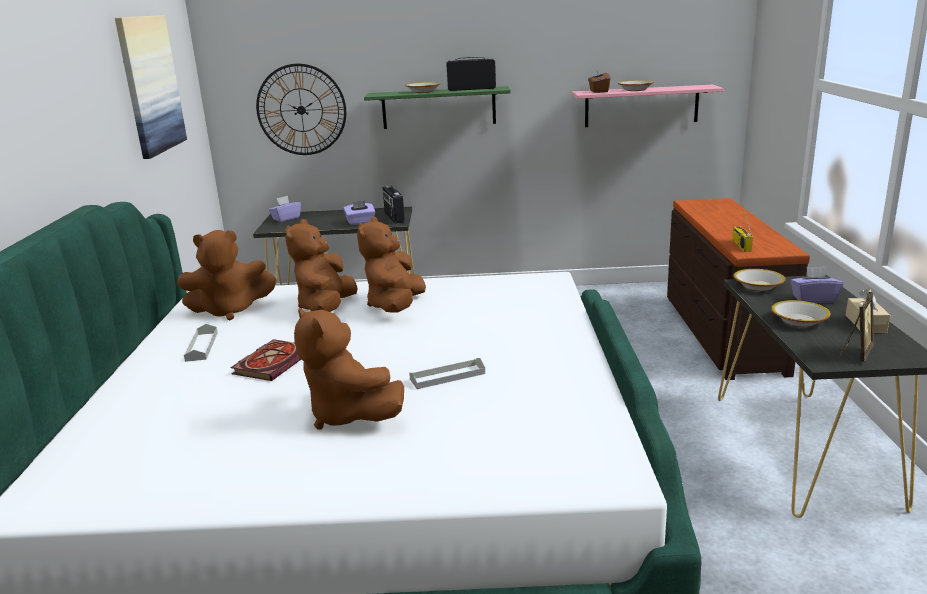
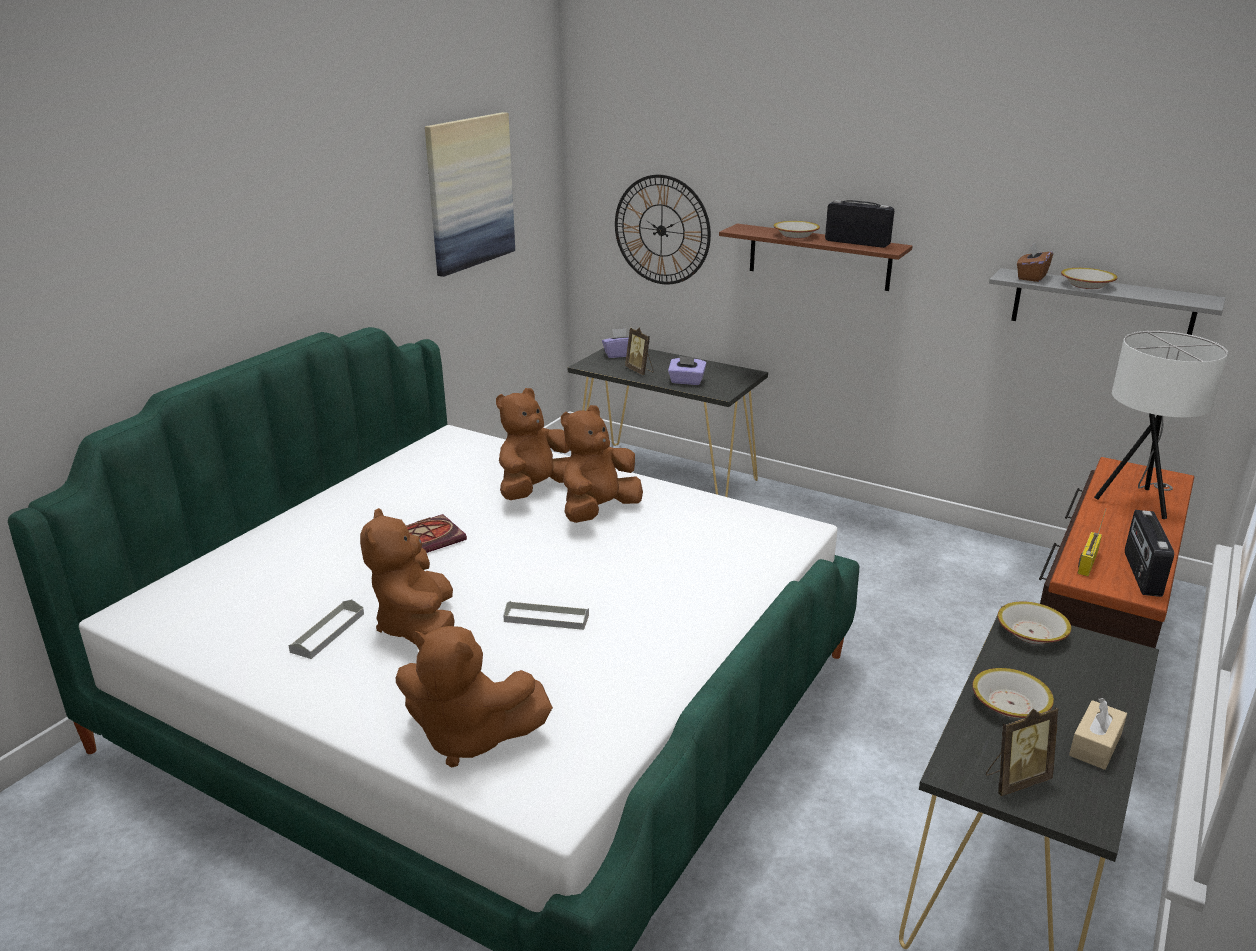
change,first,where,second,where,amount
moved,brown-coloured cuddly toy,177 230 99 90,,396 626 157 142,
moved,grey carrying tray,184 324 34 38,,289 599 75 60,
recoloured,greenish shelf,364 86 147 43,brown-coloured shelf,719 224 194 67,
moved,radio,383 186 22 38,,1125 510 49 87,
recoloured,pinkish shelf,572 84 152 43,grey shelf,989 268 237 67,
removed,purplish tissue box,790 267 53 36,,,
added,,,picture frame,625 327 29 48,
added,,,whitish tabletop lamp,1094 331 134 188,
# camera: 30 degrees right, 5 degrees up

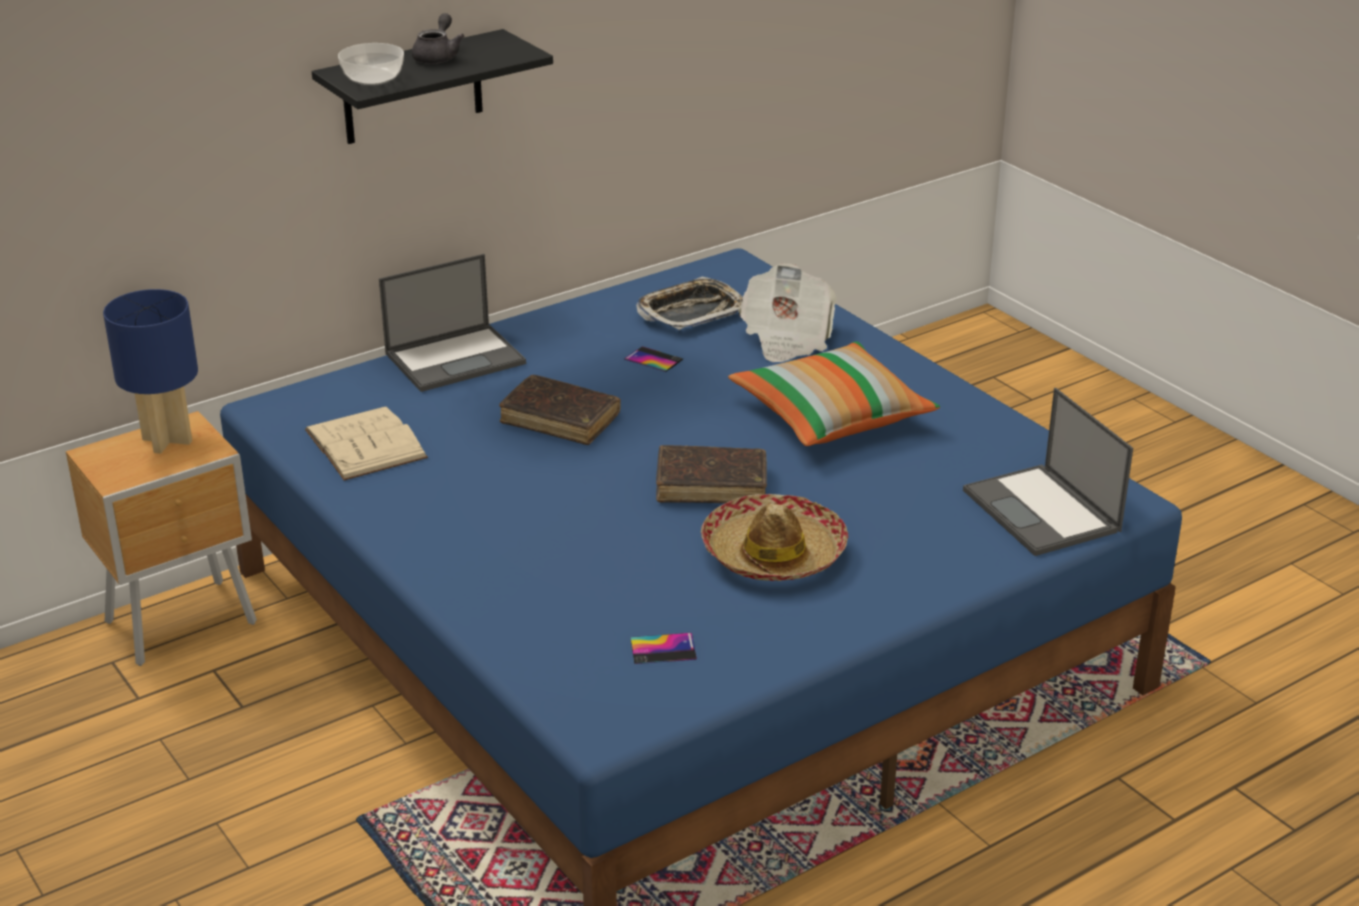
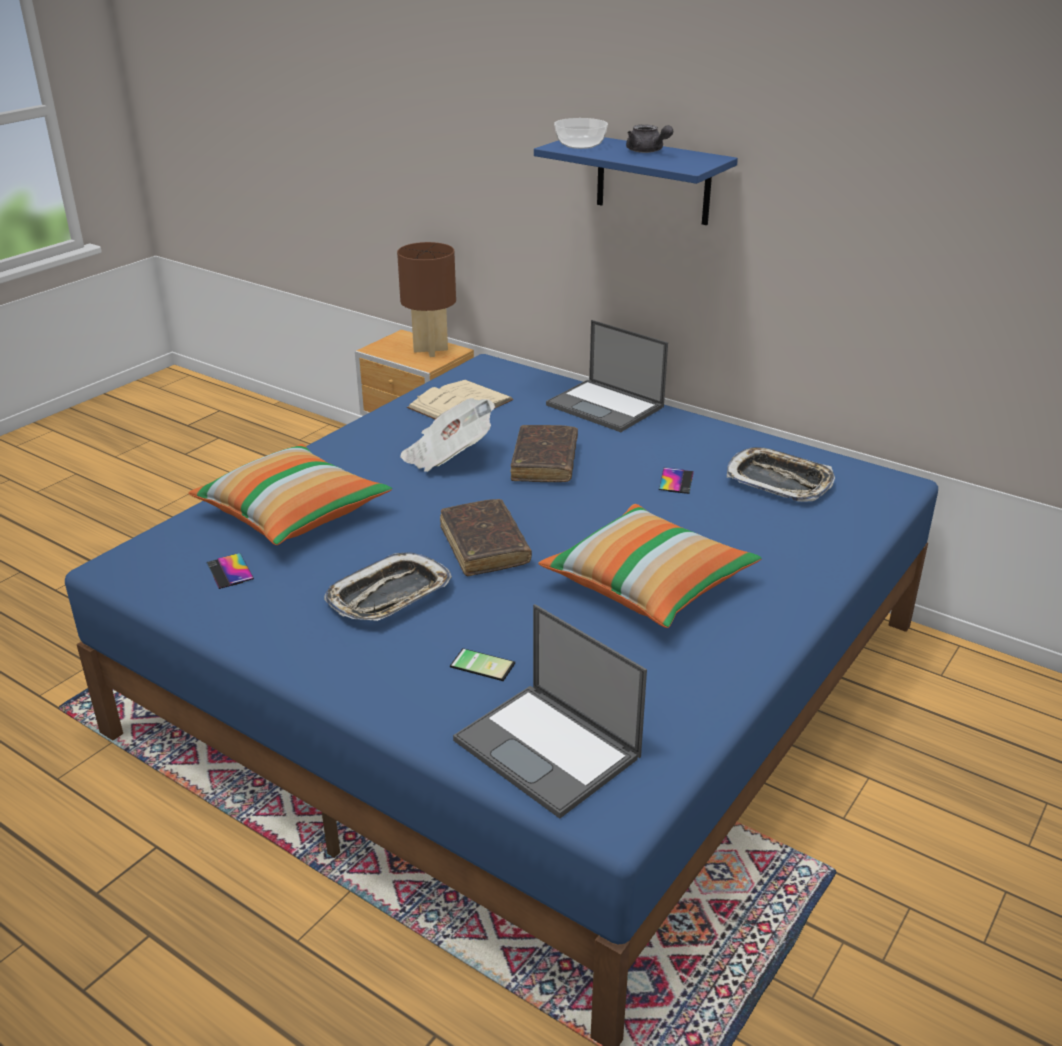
change,first,where,second,where,amount
recoloured,blue-coloured tabletop lamp,103 289 95 165,brown-coloured tabletop lamp,397 242 59 115,
recoloured,black-coloured shelf,312 29 241 115,blue-coloured shelf,534 137 204 88,
turned,grey pot for tea,412 13 52 51,,626 125 47 28,60 degrees clockwise
replaced,clothing hat,701 494 147 87,carrying tray,324 552 128 69,
moved,printed paper,738 263 99 99,,400 398 95 74,
turned,portable computer,963 388 170 168,,453 604 194 215,90 degrees counterclockwise
added,,,throw pillow,188 444 204 101,
added,,,handset,450 648 65 33,
# camera: 70 degrees right, 0 degrees up

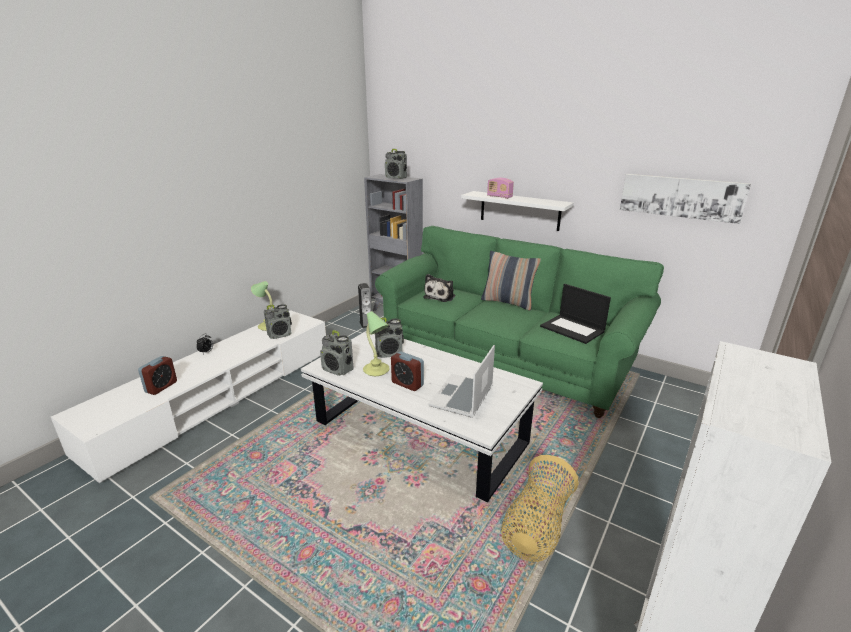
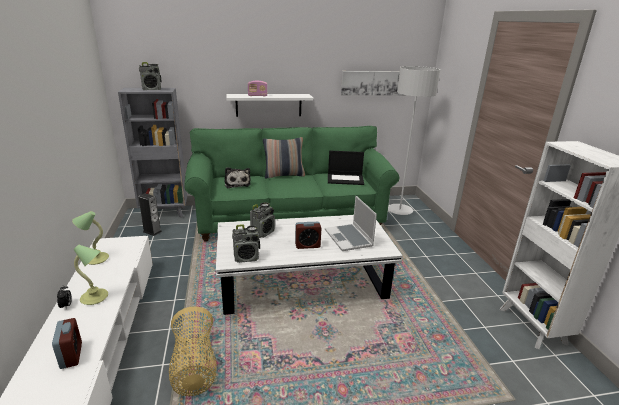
change,first,where,second,where,amount
removed,radio,264 304 28 35,,,
moved,tabletop lamp,363 311 27 65,,74 244 34 61,
moved,household basket,501 455 77 107,,169 306 48 90,
added,,,grey floor lamp,388 66 52 149,
# camera: 45 degrees left, 0 degrees up

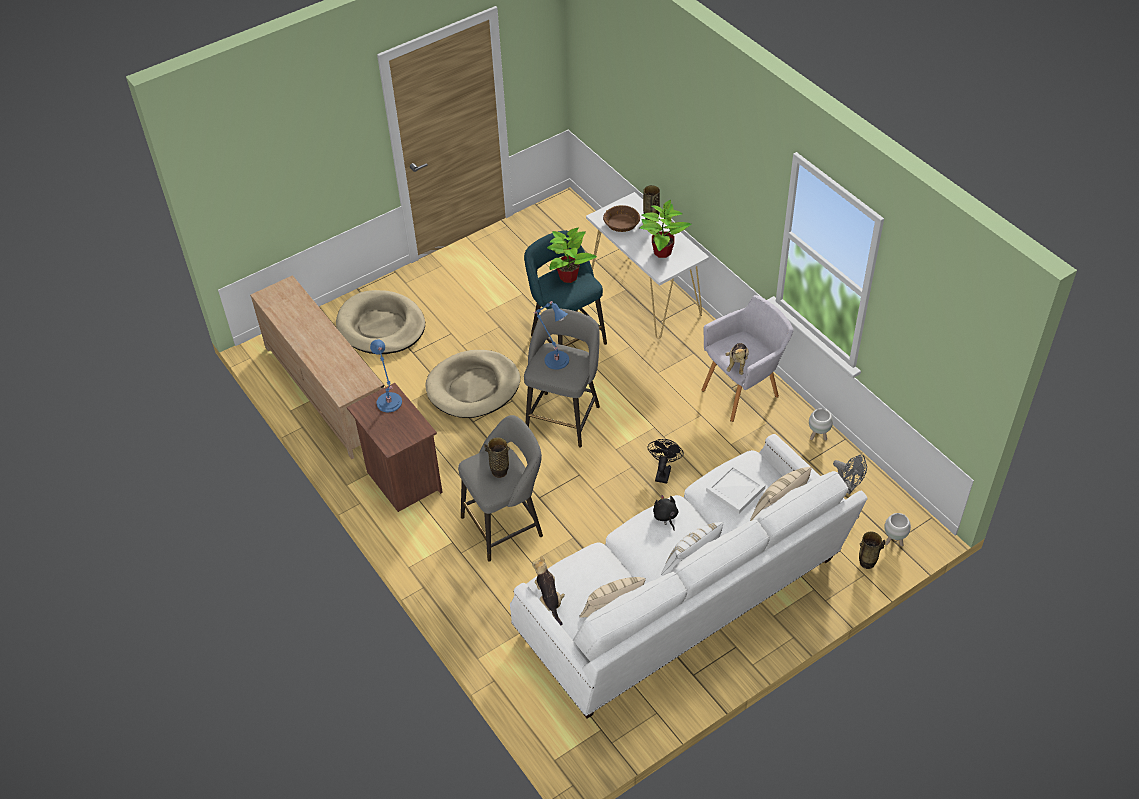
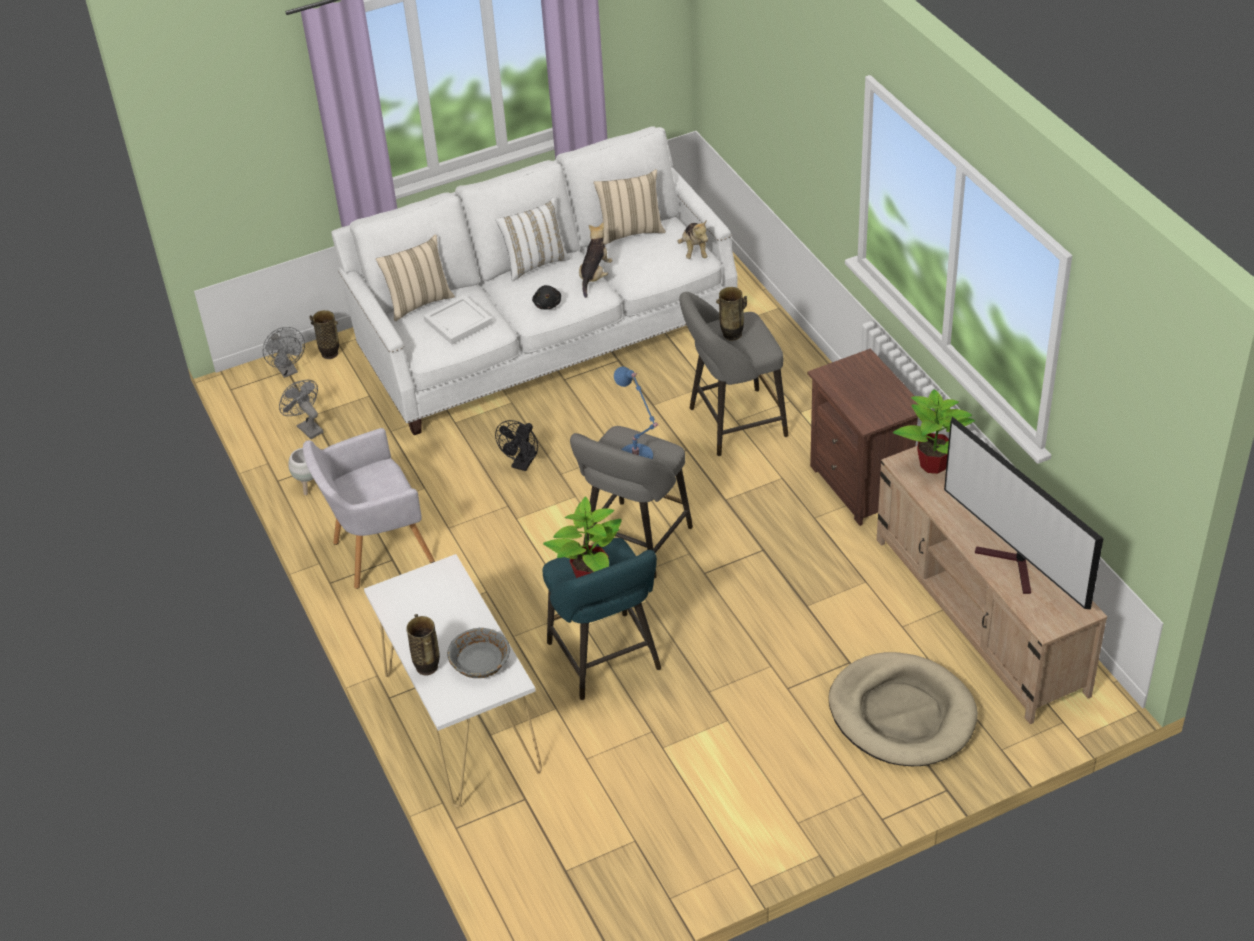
change,first,where,second,where,amount
removed,blue-coloured tabletop lamp,370 339 32 73,,,
removed,beige pet bed,425 350 95 68,,,
recoloured,brown-coloured deep dish,603 205 37 27,grey deep dish,448 628 62 50,
moved,plant in a pot,639 200 52 58,,893 389 82 85,
moved,cuddly toy,725 343 24 32,,579 222 34 76,
replaced,whitish plant pot,884 513 27 33,grey fan,263 327 42 51,
added,,,TV,944 416 160 194,
# camera: 170 degrees left, 5 degrees down

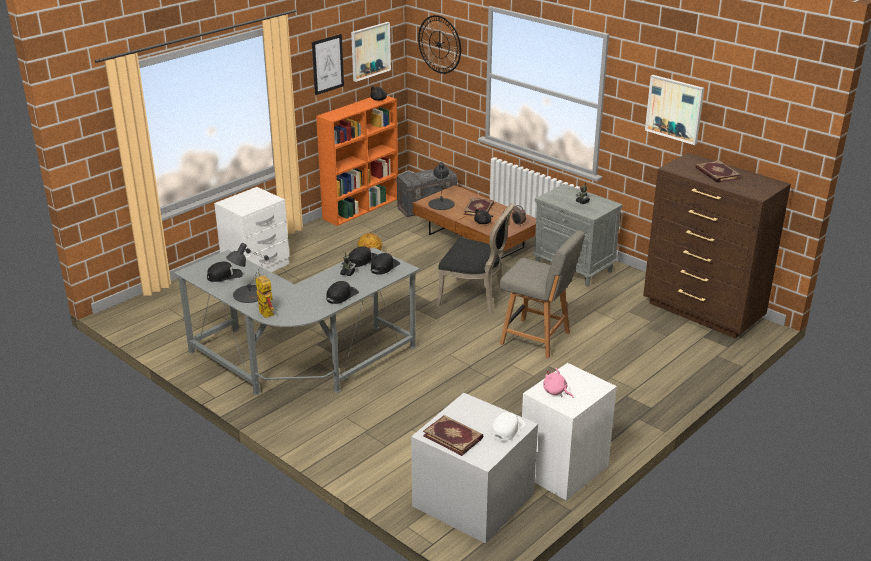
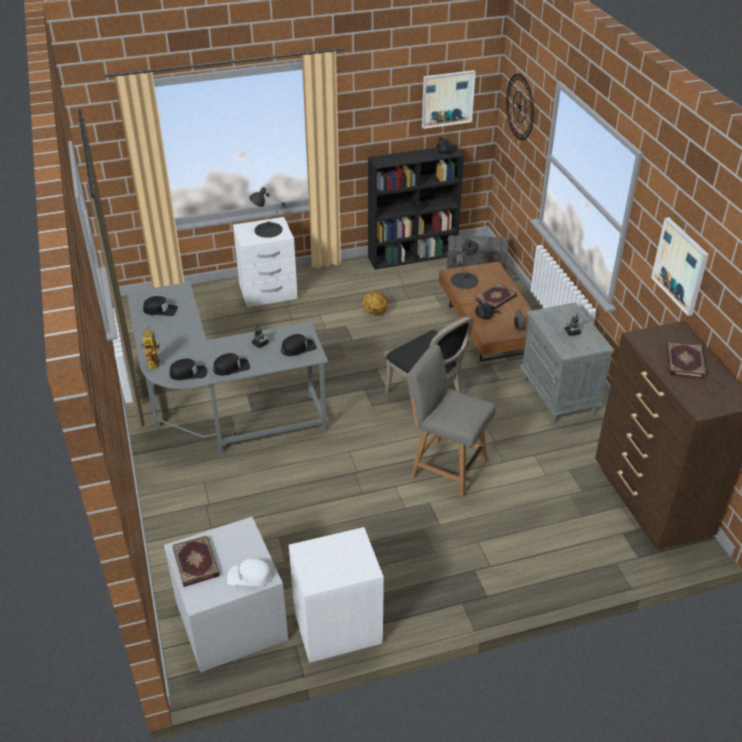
change,first,where,second,where,amount
moved,black-coloured tabletop lamp,226 243 43 60,,249 187 36 51,
removed,wall picture,312 34 32 61,,,
recoloured,orange-coloured shelving unit,316 96 82 130,black-coloured shelving unit,368 145 96 125,
moved,black-coloured cap,349 246 28 21,,170 358 37 22,
turned,whitish cap,491 412 35 29,,227 559 45 27,150 degrees counterclockwise
turned,grey chair,500 231 85 128,,407 344 89 153,150 degrees clockwise
removed,pinkish cuddly toy,543 368 31 30,,,
# camera: 30 degrees right, 10 degrees up

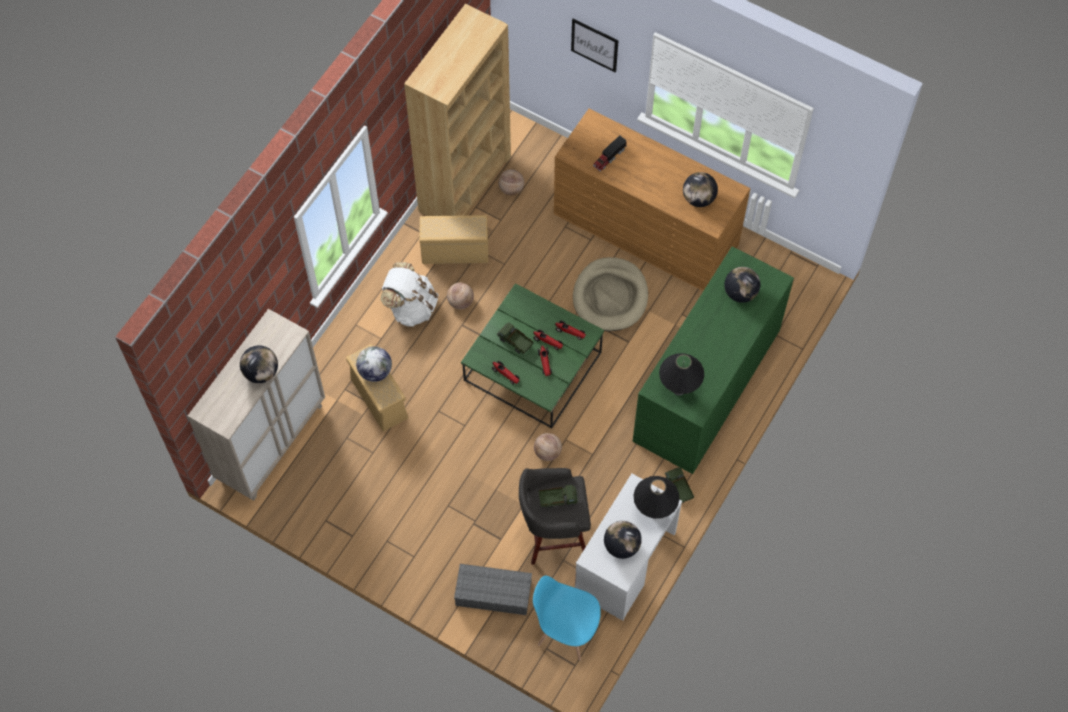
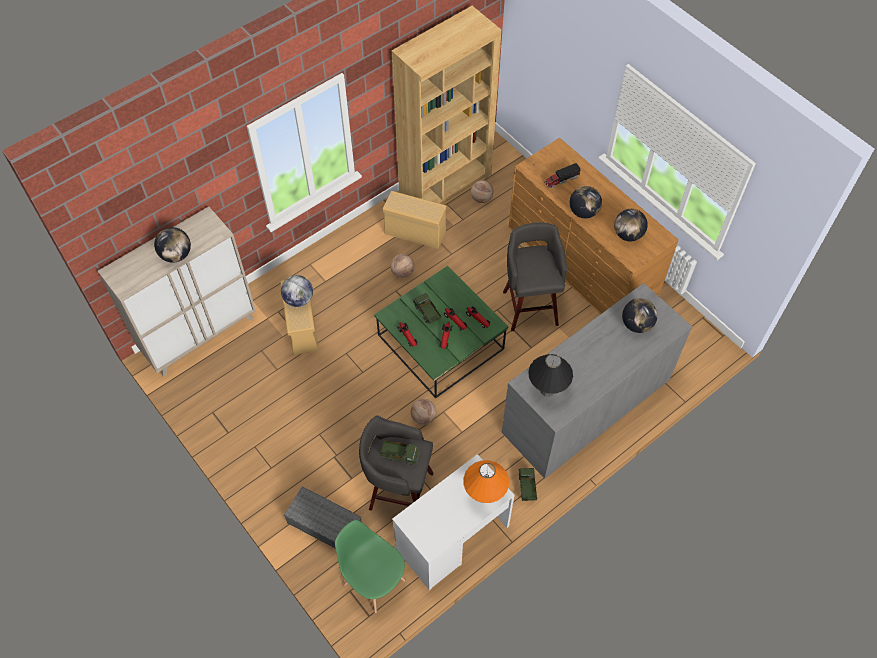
change,first,where,second,where,amount
removed,whitish knapsack,381 262 57 65,,,
recoloured,blue-coloured chair,533 575 68 85,greenish chair,335 520 70 93,
removed,wall picture,571 19 48 54,,,
replaced,beige pet bed,573 257 75 74,grey stool,503 222 64 109,
moved,desk globe,604 521 38 38,,570 186 32 32,
recoloured,greenish dresser,633 246 161 228,grey dresser,502 283 190 196,
recoloured,black-coloured tabletop lamp,634 476 46 43,orange-coloured tabletop lamp,463 460 46 43,
# camera: 20 degrees right, 5 degrees down

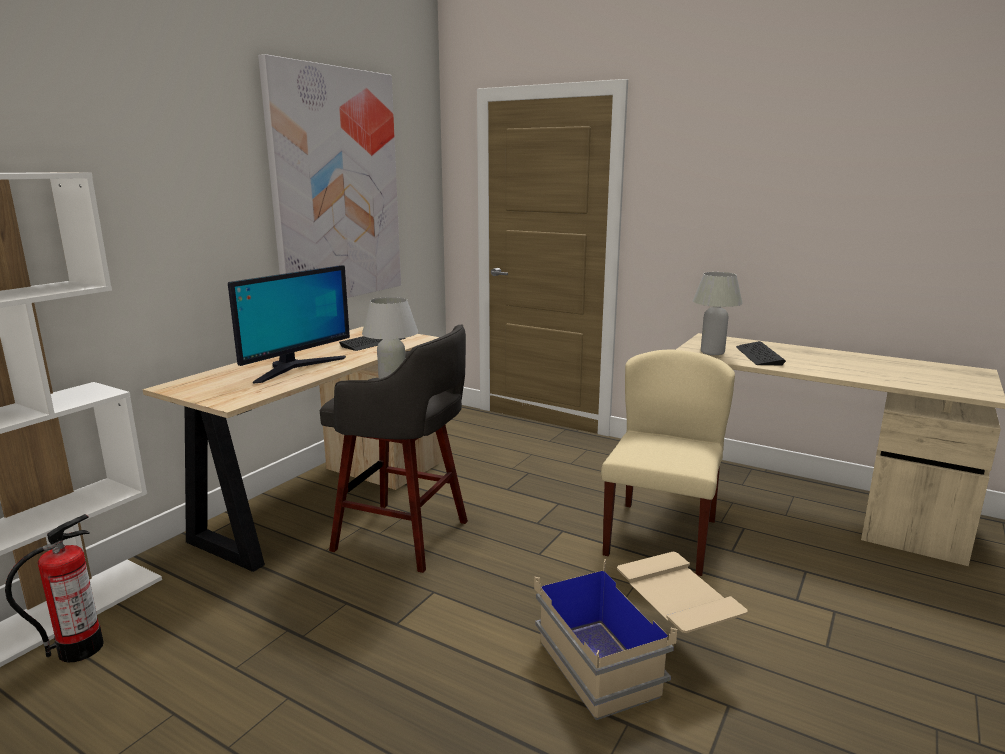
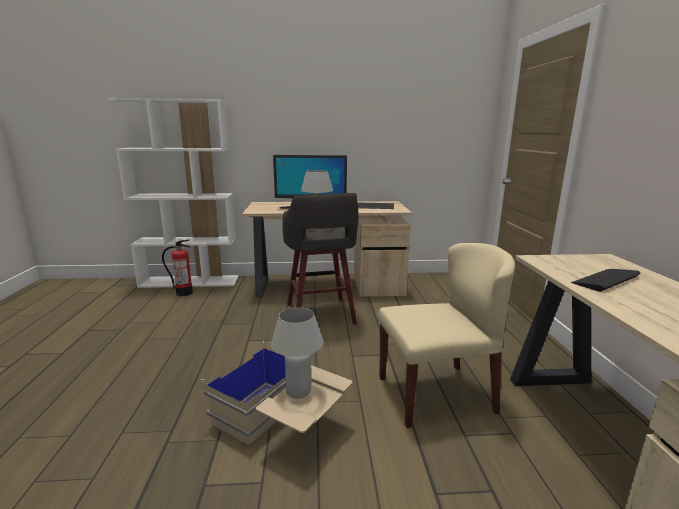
change,first,where,second,where,amount
removed,wall picture,258 54 143 244,,,
moved,whitish tabletop lamp,693 272 50 83,,271 307 52 92,
# camera: 55 degrees right, 0 degrees up

